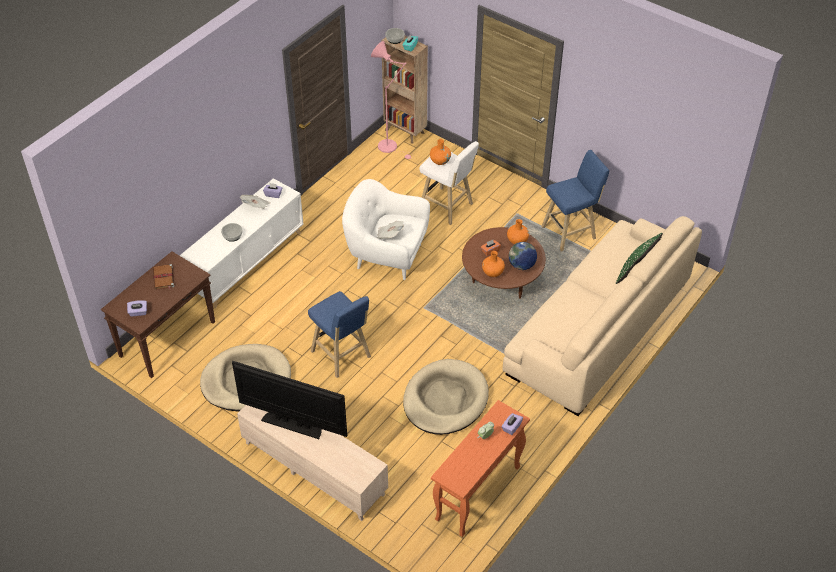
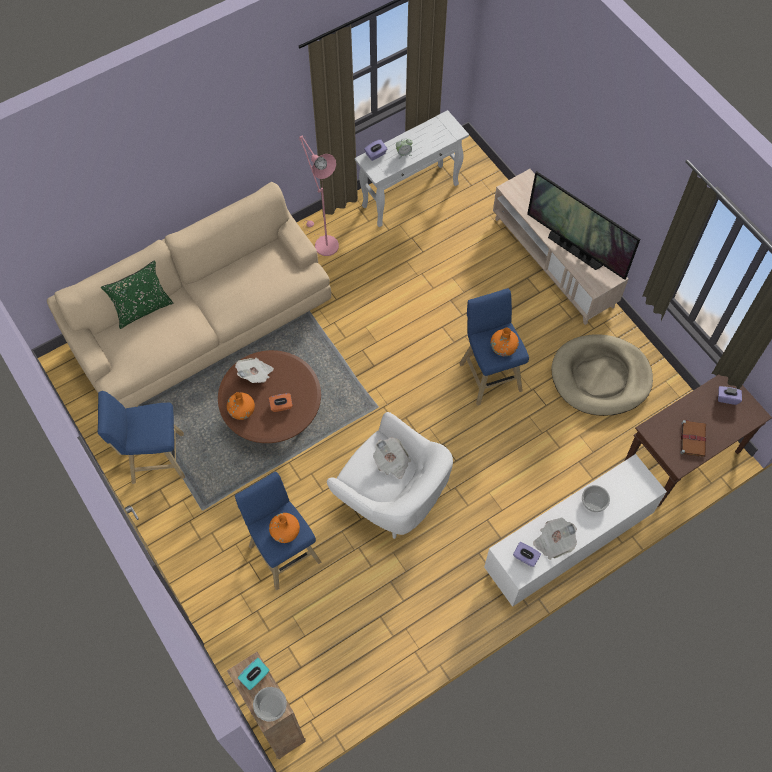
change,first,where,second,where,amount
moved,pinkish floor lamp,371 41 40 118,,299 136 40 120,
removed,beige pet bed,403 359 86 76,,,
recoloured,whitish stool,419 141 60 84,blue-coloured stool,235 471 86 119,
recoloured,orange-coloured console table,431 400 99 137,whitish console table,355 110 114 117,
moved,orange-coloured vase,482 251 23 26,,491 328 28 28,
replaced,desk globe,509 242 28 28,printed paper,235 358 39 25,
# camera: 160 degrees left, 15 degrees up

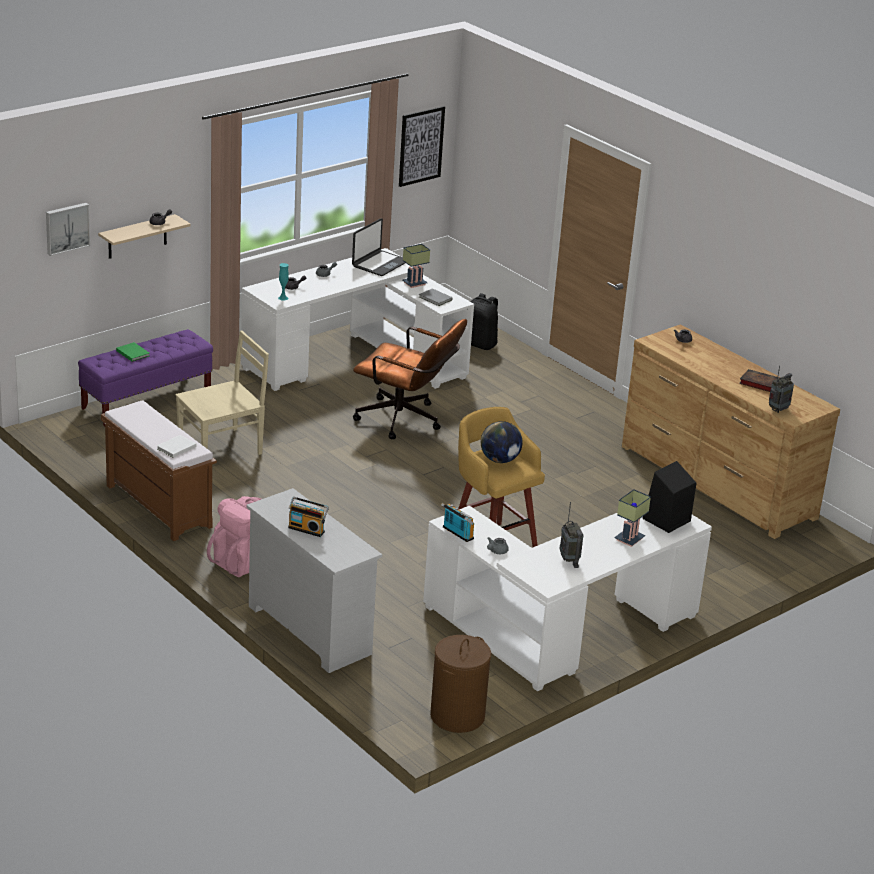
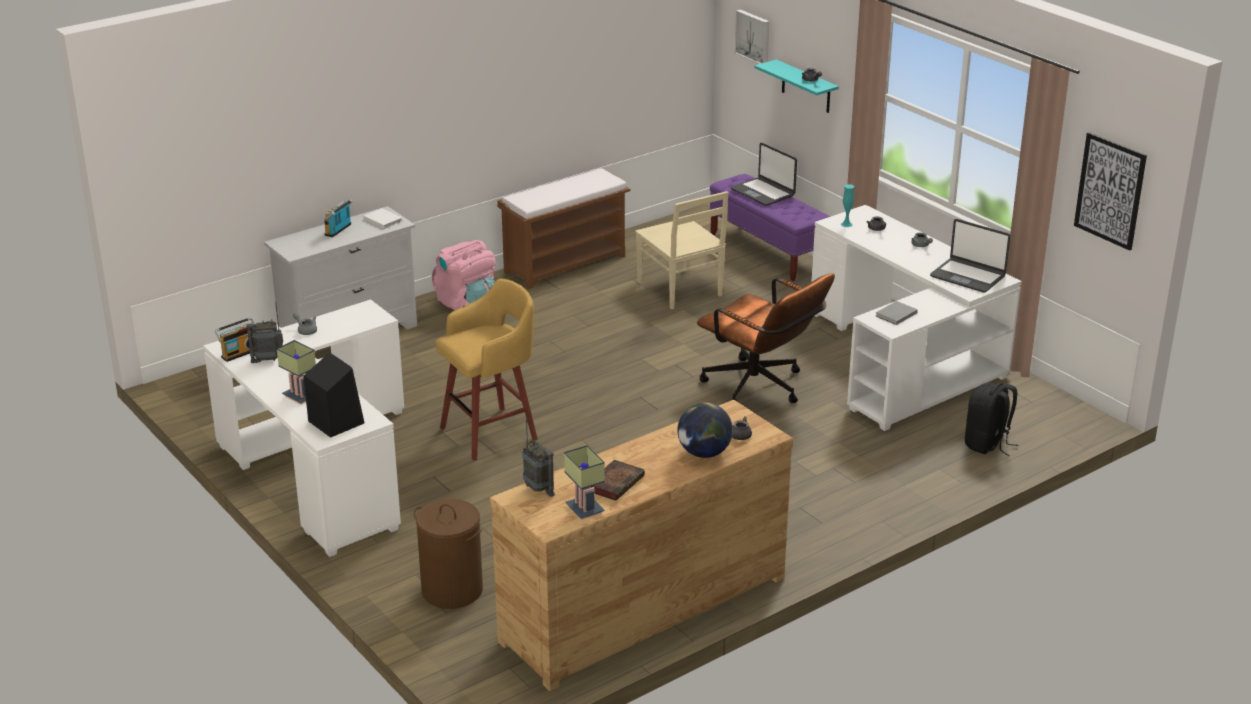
change,first,where,second,where,amount
recoloured,beige shelf,98 214 93 45,turquoise-coloured shelf,754 60 85 53,
replaced,greenish volume,116 342 34 20,portable computer,731 143 66 63,
moved,whitish volume,157 435 39 23,,363 208 39 21,
turned,brown-coloured office chair,353 319 114 120,,697 273 138 130,75 degrees counterclockwise
moved,tabletop lamp,403 244 27 44,,564 445 41 75,
moved,brown-coloured laundry basket,430 635 61 98,,414 499 69 110,
moved,radio,441 503 33 39,,215 317 40 45,
moved,desk globe,481 421 42 42,,677 403 56 55,
# camera: 95 degrees right, 0 degrees up

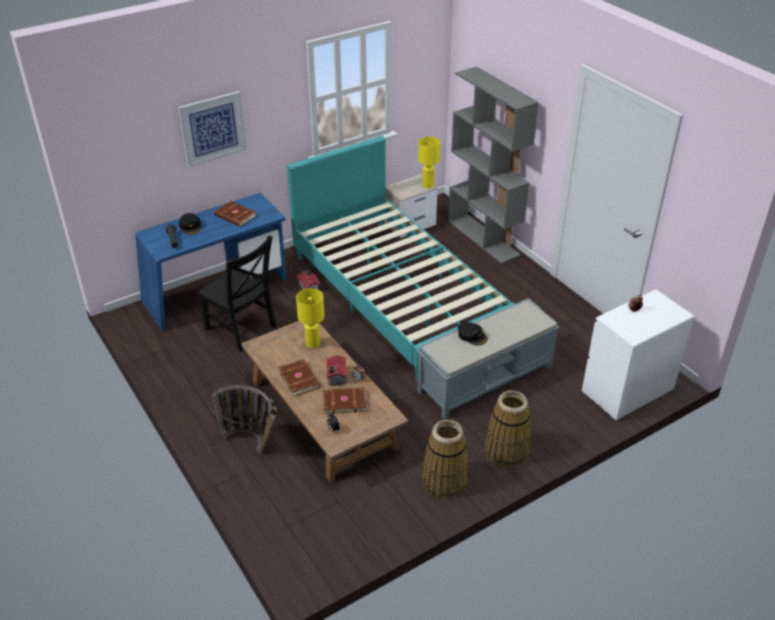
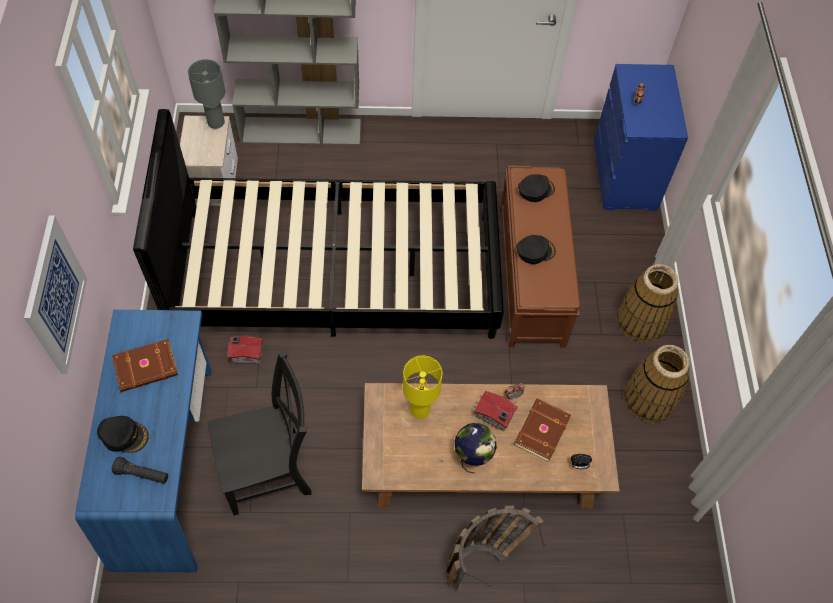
change,first,where,second,where,amount
replaced,brown-coloured volume,279 359 41 37,desk globe,455 423 42 50,
recoloured,turquoise-coloured bedroom bed,287 136 228 246,black-coloured bedroom bed,133 109 371 230,
recoloured,grey indoor bench,417 298 143 121,brown-coloured indoor bench,500 166 80 182,
recoloured,yellow-coloured tabletop lamp,418 137 22 51,grey tabletop lamp,188 59 37 70,
recoloured,whitish dresser,582 290 112 132,blue-coloured dresser,594 64 94 147,
added,,,black-coloured cap,518 174 37 28,
# camera: 60 degrees left, 20 degrees up

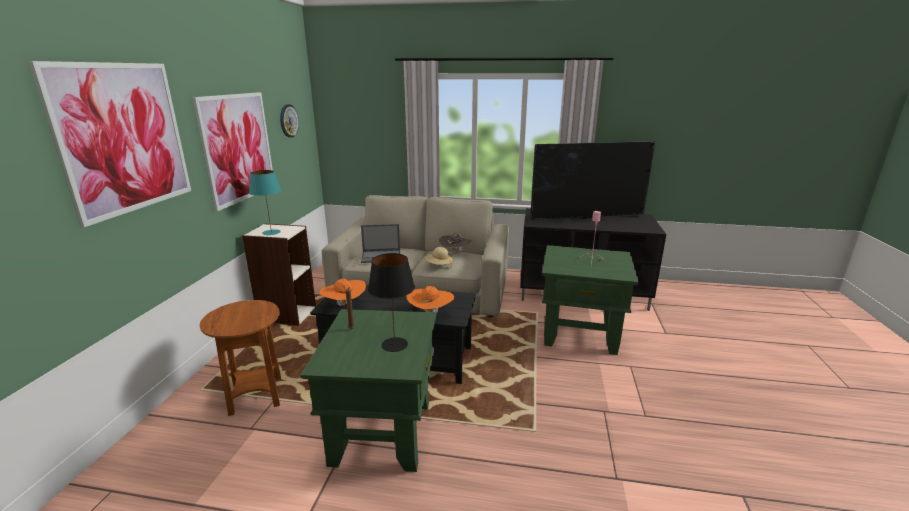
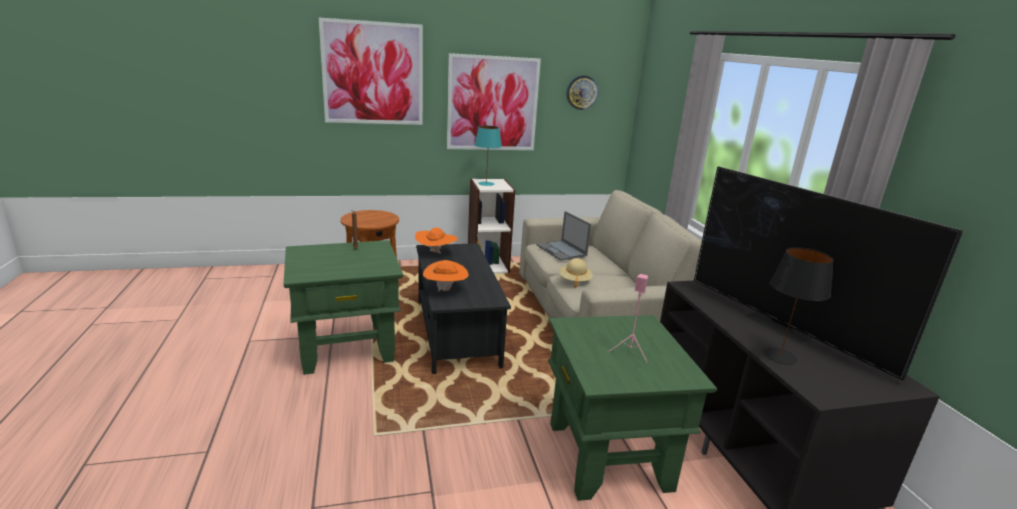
change,first,where,second,where,amount
moved,black-coloured tabletop lamp,368 253 47 99,,764 247 70 118,
removed,brown-coloured clothing hat,439 233 33 23,,,
# camera: 65 degrees right, 0 degrees up

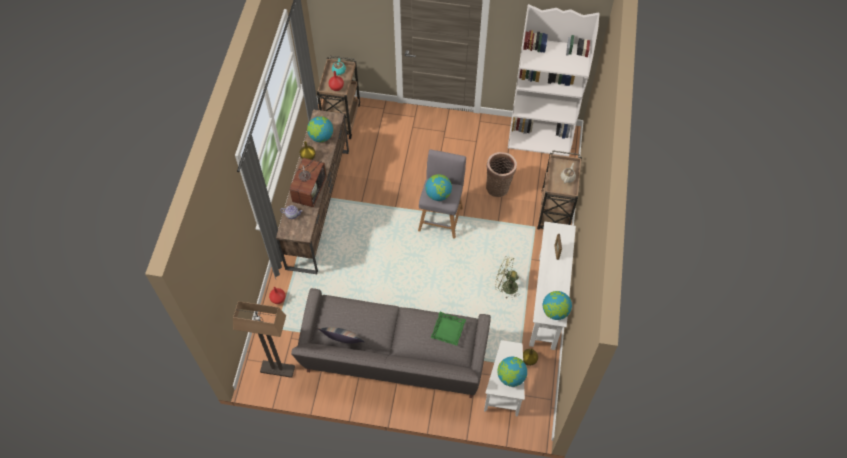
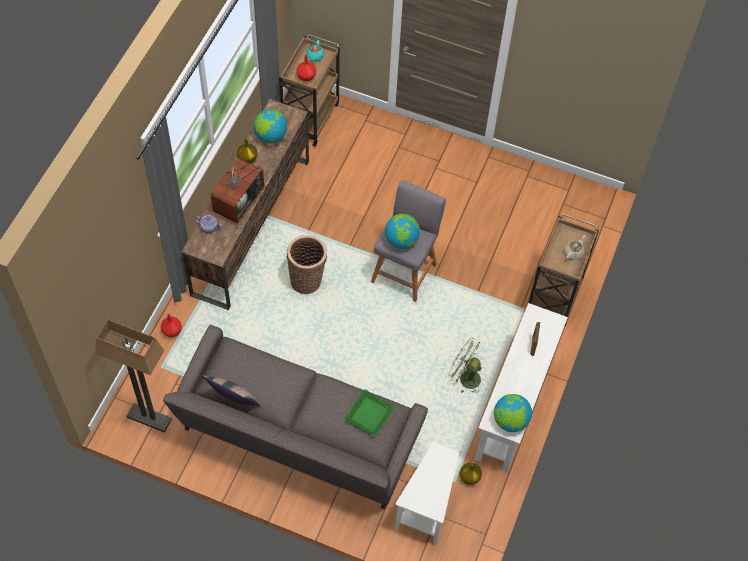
change,first,where,second,where,amount
moved,household basket,486 152 31 45,,286 235 42 59,
removed,desk globe,497 357 30 30,,,
removed,whitish shelving unit,508 4 92 152,,,
# camera: 10 degrees right, 0 degrees up

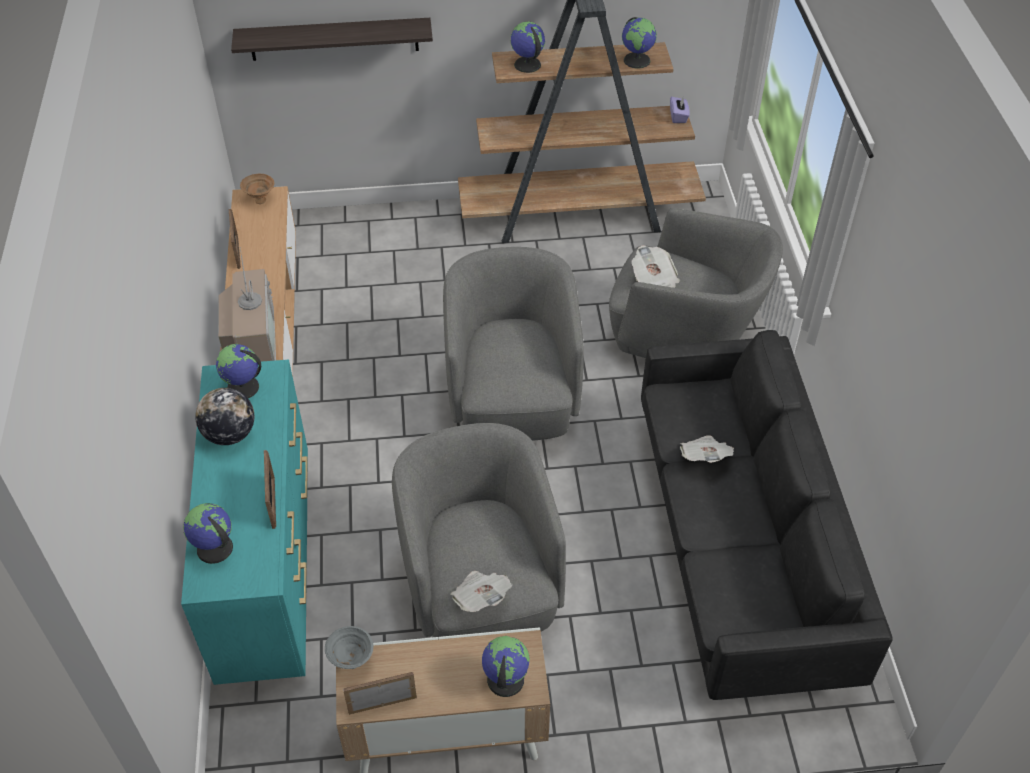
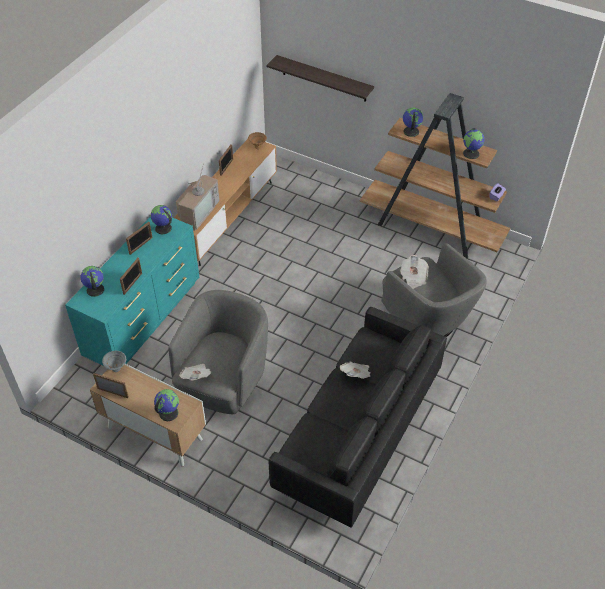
change,first,where,second,where,amount
replaced,desk globe,195 388 59 57,picture frame,126 222 26 33,
removed,grey lounge chair,443 247 141 194,,,
# camera: 35 degrees right, 0 degrees up

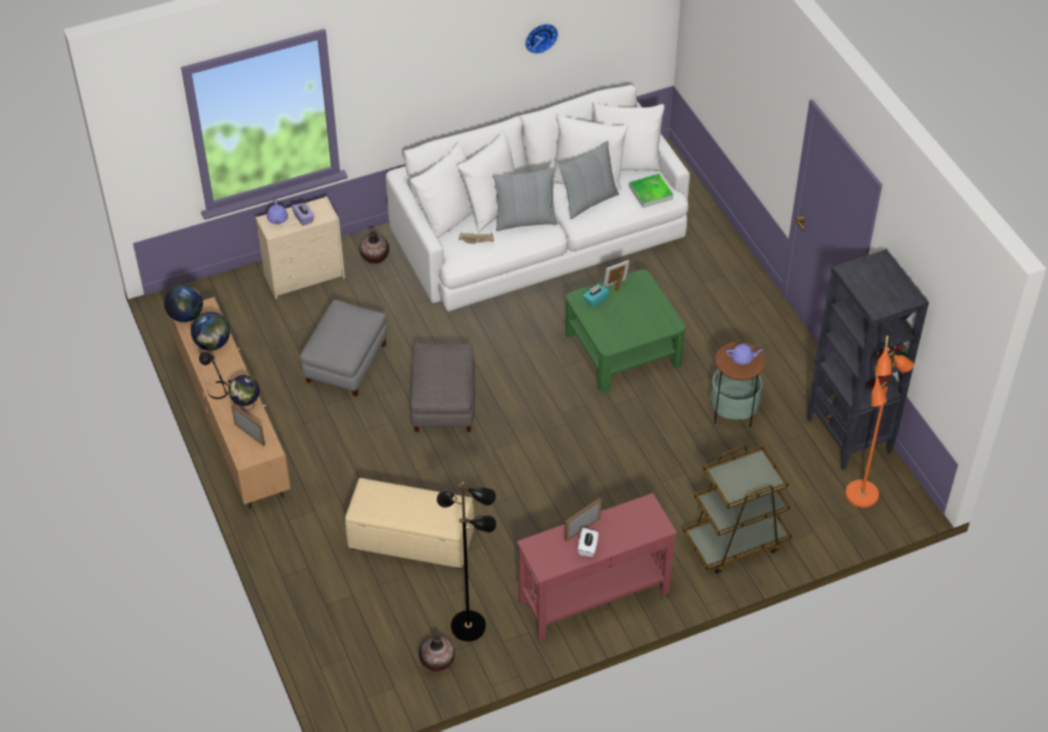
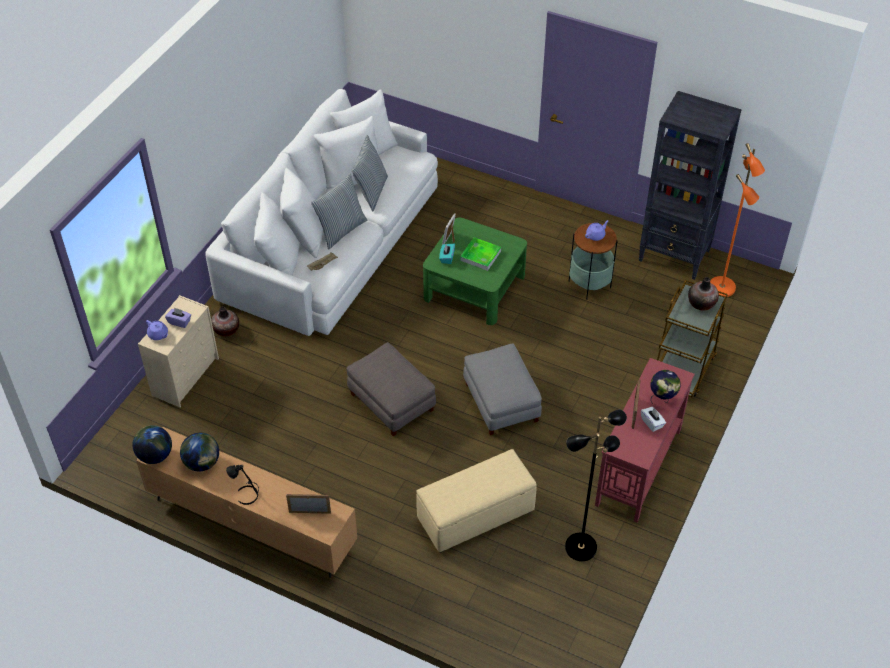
change,first,where,second,where,amount
moved,desk globe,228 375 32 36,,650 370 30 34,
moved,grey ottoman,300 300 87 97,,463 343 79 92,
moved,vase,419 635 36 36,,688 277 31 34,
removed,wall clock,525 24 33 30,,,
moved,carrying tray,629 174 44 34,,460 237 41 34,
# camera: 40 degrees left, 0 degrees up

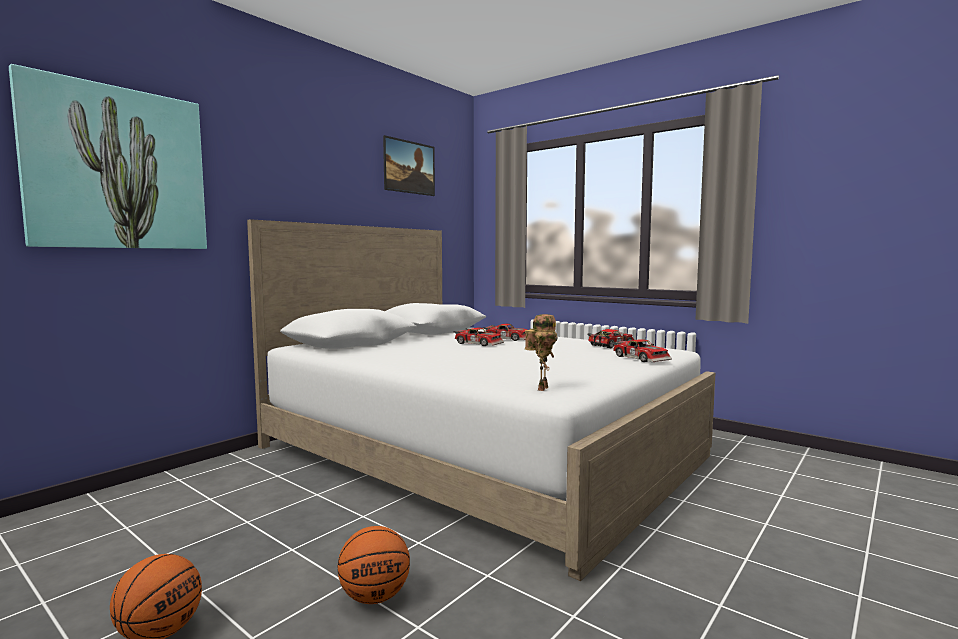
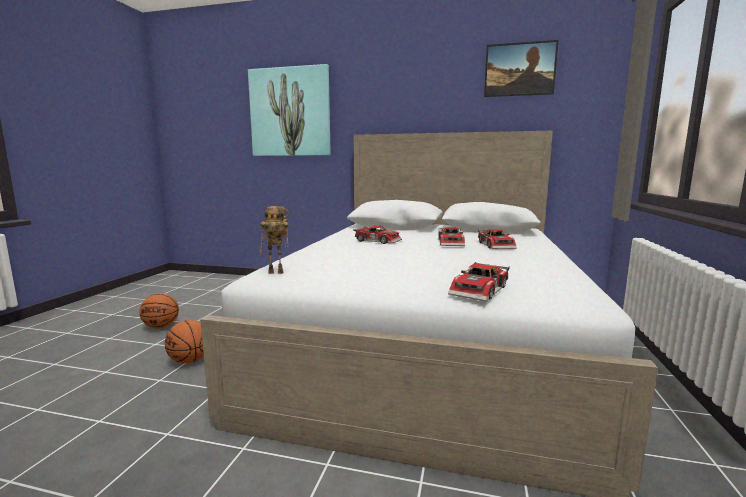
change,first,where,second,where,amount
moved,miniature car,587 329 47 19,,353 226 49 18,
# camera: 65 degrees right, 5 degrees up

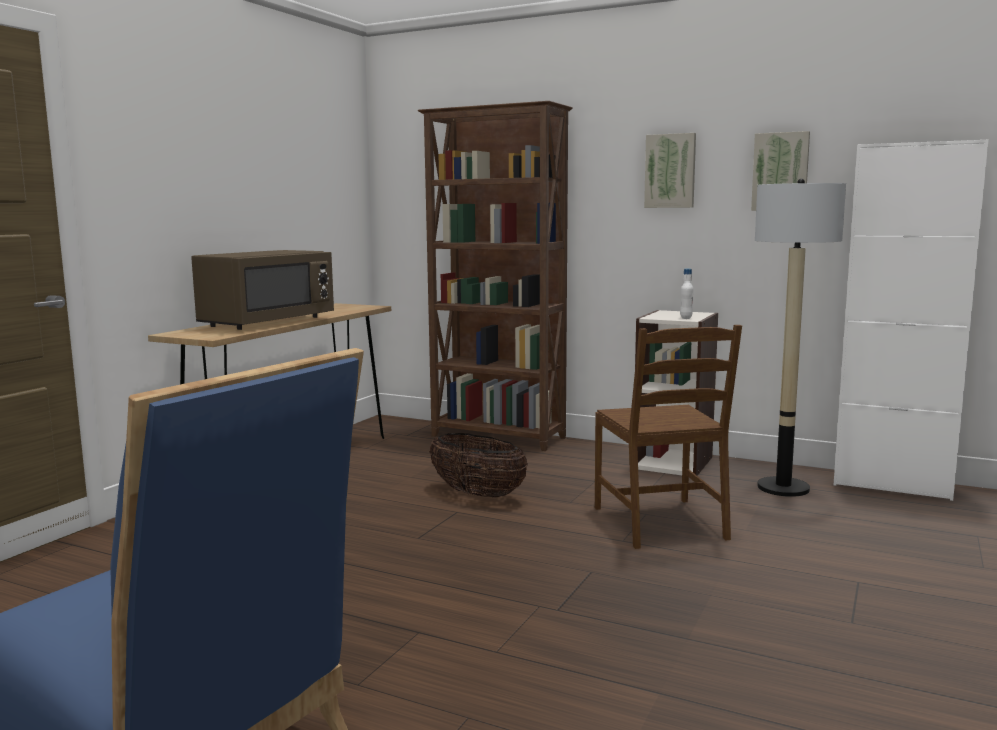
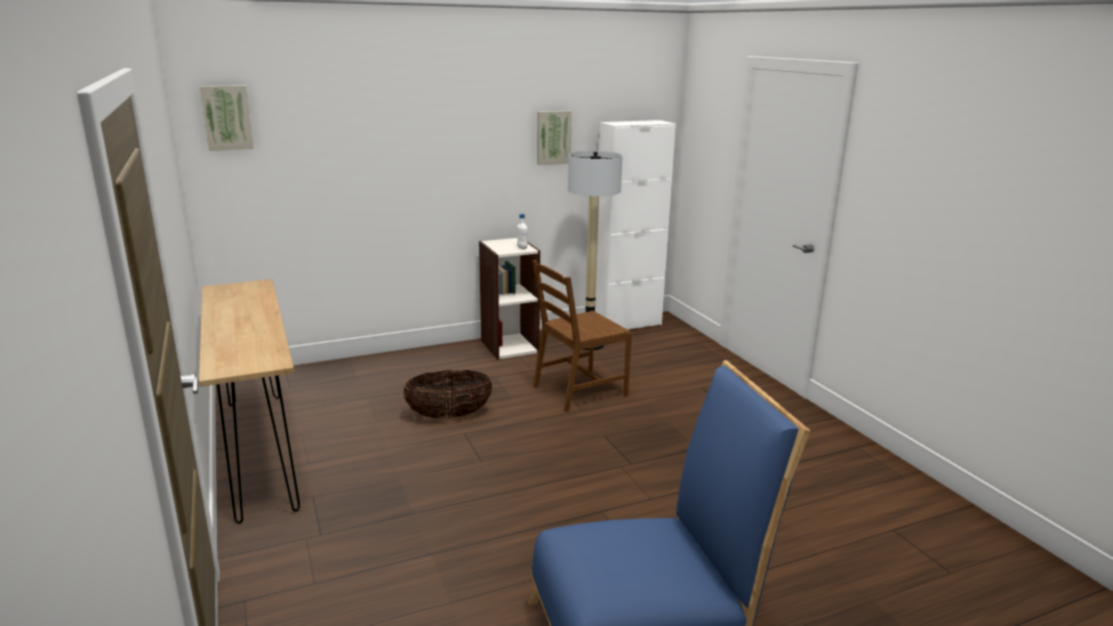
change,first,where,second,where,amount
removed,brown-coloured microwave,191 250 143 80,,,
removed,brown-coloured shelving unit,417 101 156 350,,,
turned,brown-coloured chair,595 325 147 224,,532 260 100 152,120 degrees clockwise
moved,wall picture,644 133 52 75,,200 85 54 66,
# camera: 50 degrees left, 10 degrees up

